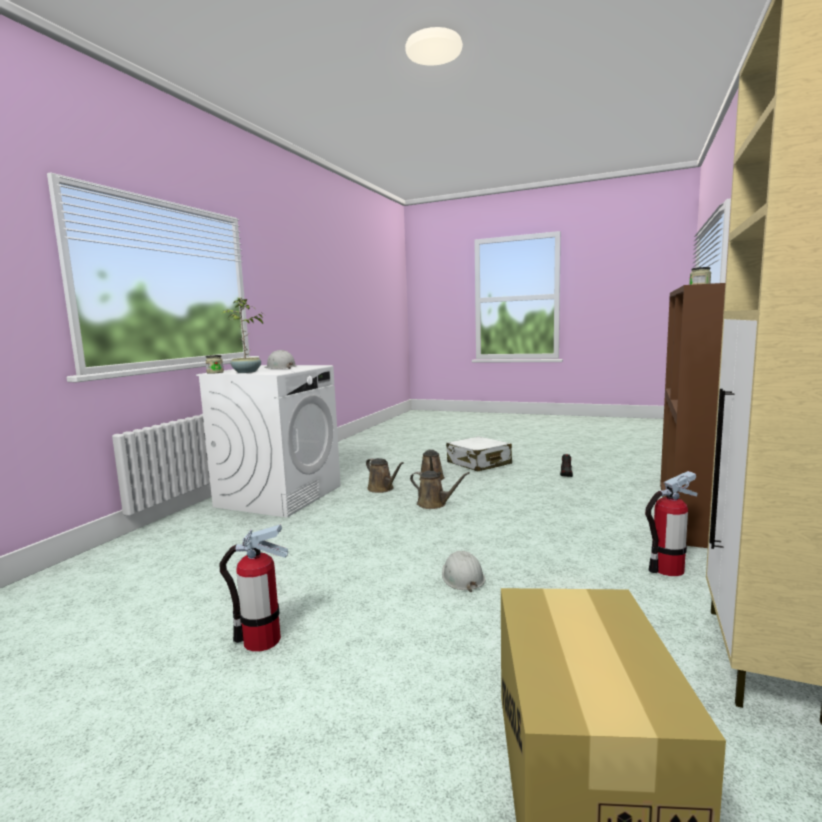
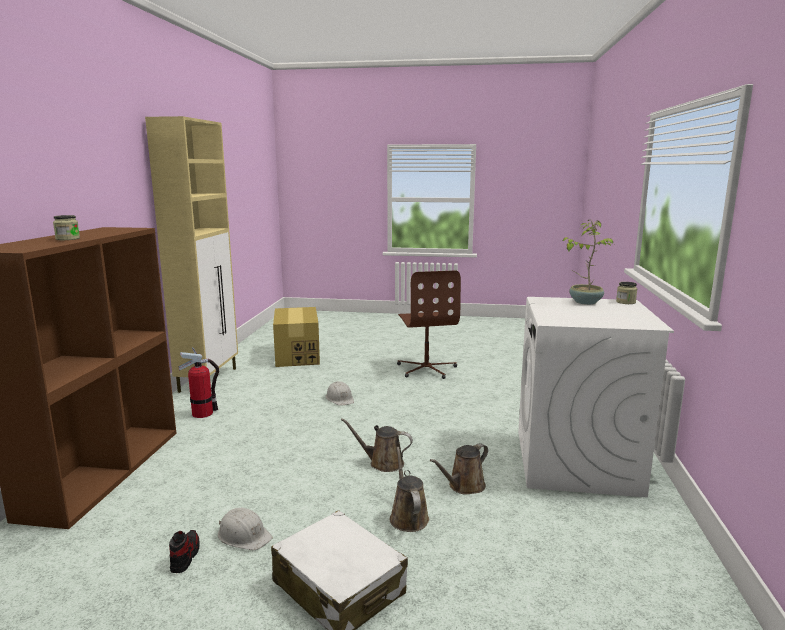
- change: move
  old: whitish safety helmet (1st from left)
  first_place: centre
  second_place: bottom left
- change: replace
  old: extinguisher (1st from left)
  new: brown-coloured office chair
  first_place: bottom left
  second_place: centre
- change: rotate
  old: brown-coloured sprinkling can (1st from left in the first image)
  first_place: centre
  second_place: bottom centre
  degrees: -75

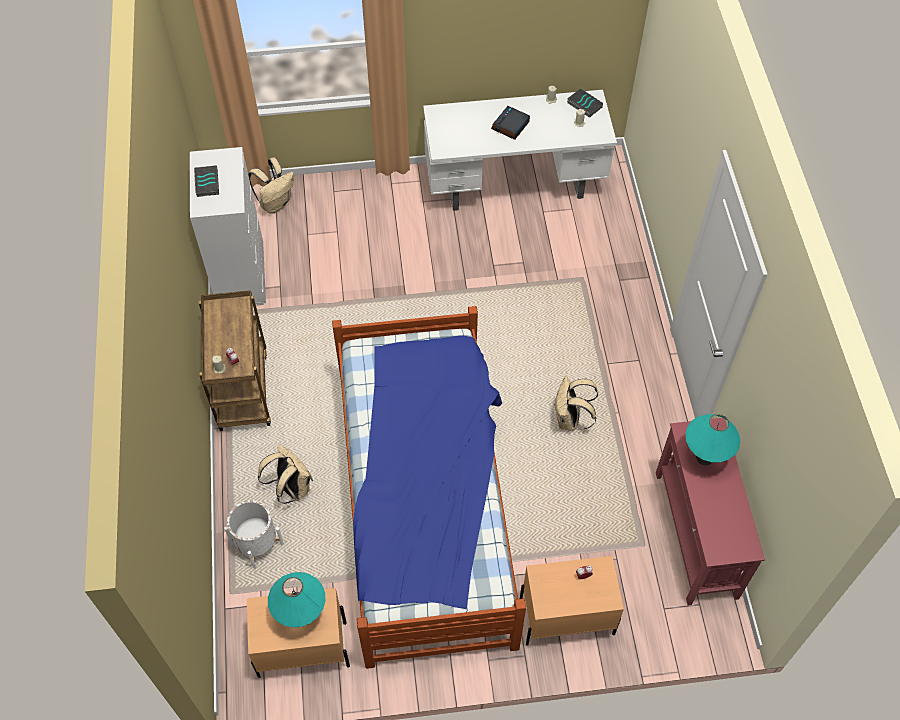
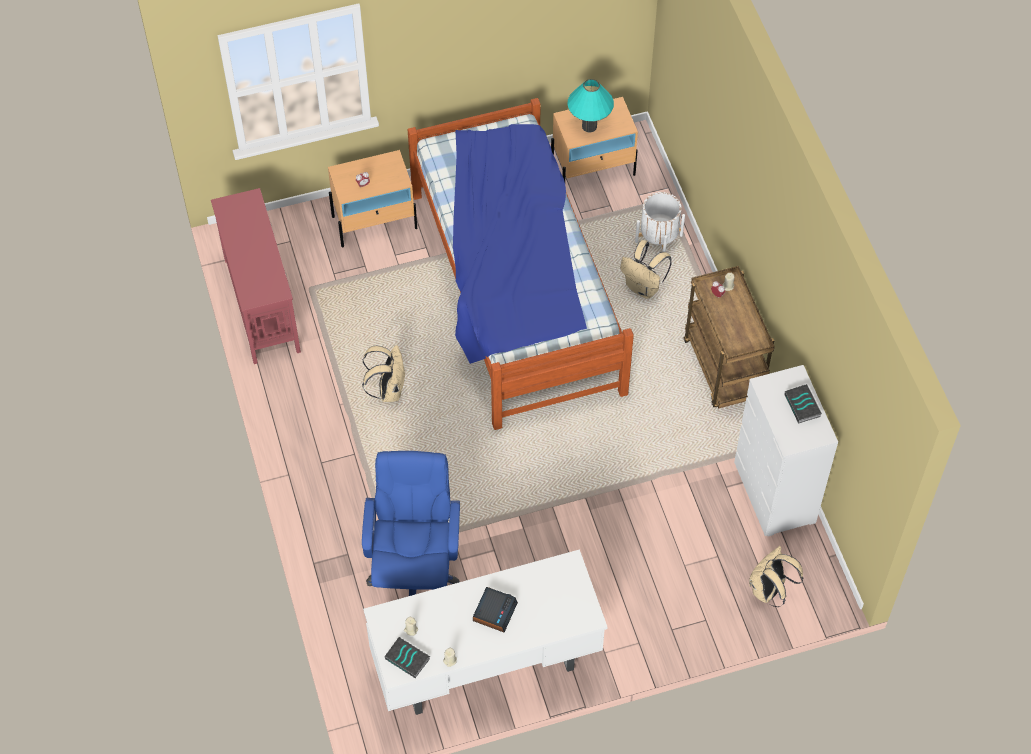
- change: insert
  new: blue office chair
  second_place: bottom centre
- change: delete
  old: blue-green table lamp (2nd from left)
  first_place: middle right

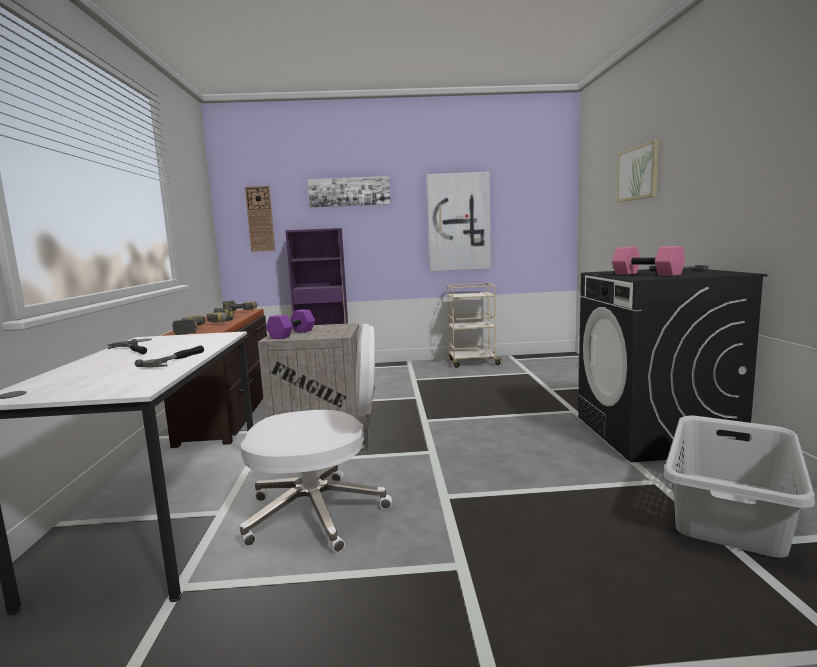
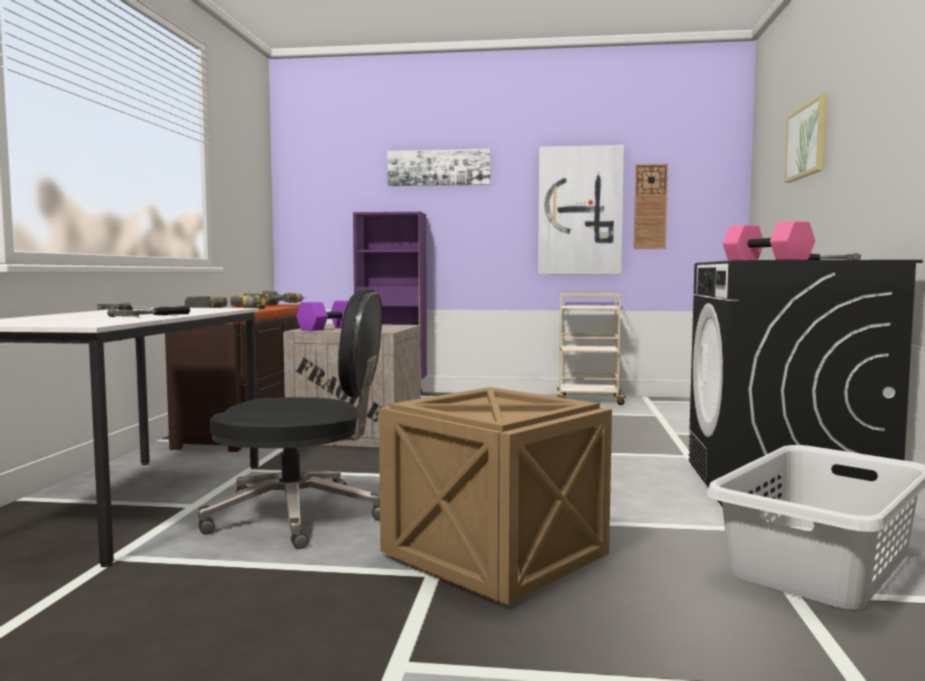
- change: recolor
  old: whitish office chair
  new: black-coloured office chair
  first_place: centre
  second_place: middle left
- change: insert
  new: packing crate (2nd from left)
  second_place: bottom centre
- change: move
  old: hanging clock
  first_place: top left
  second_place: top right

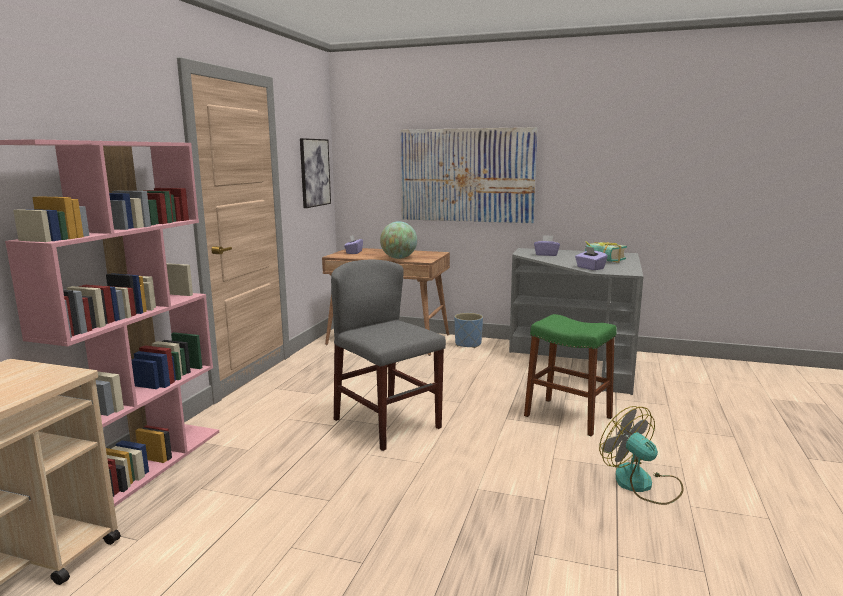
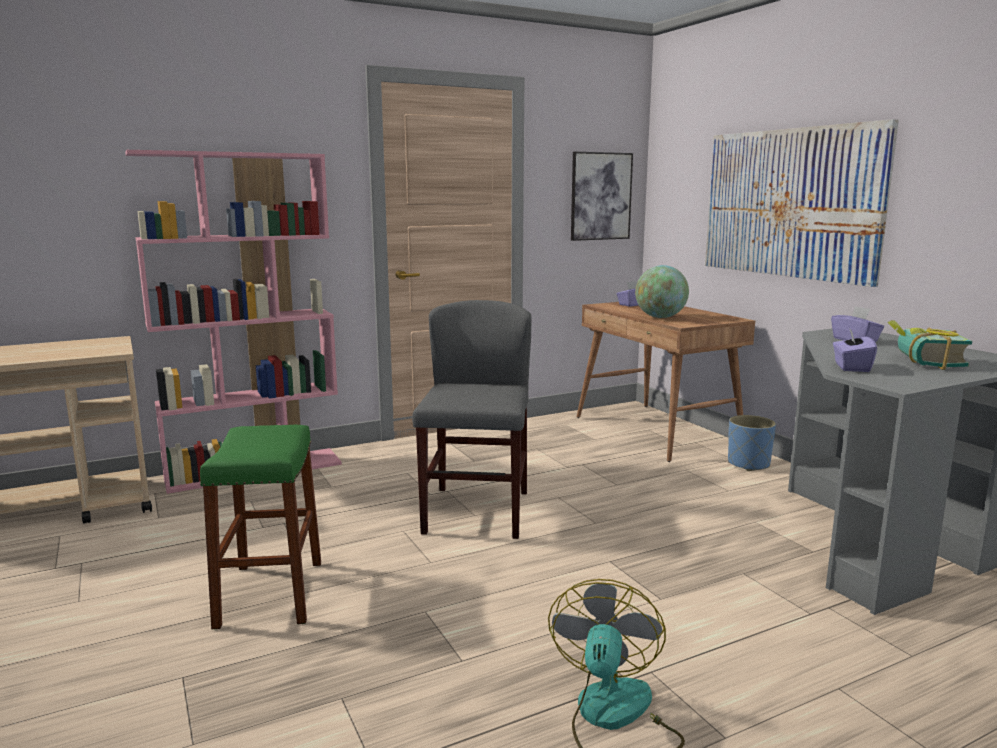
- change: move
  old: green-coloured stool
  first_place: middle right
  second_place: bottom left

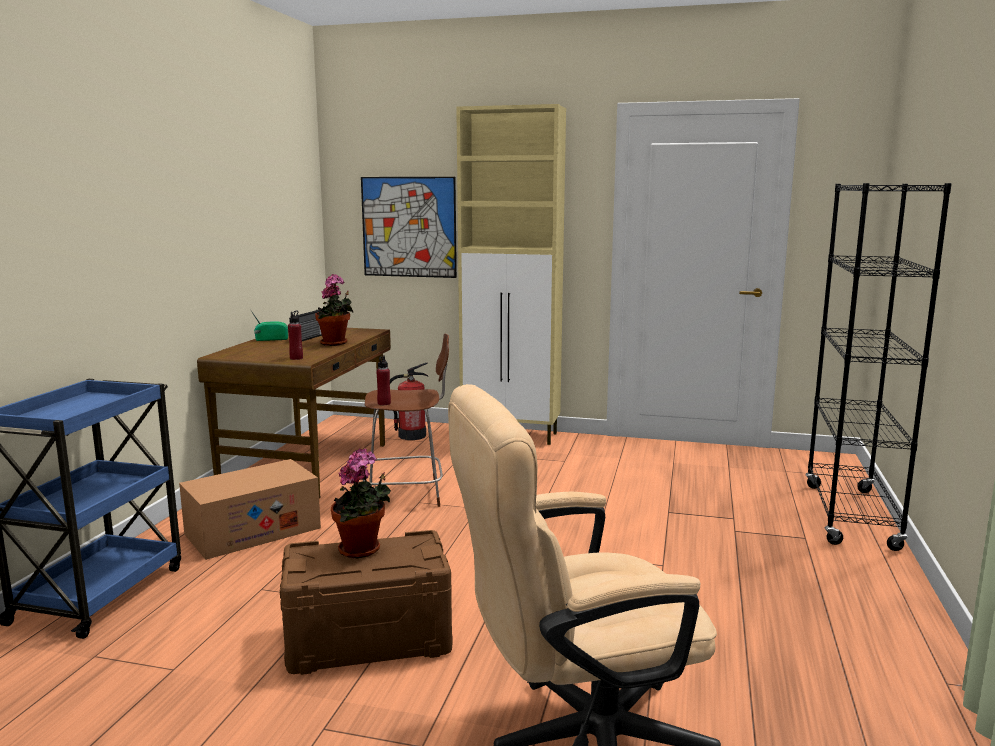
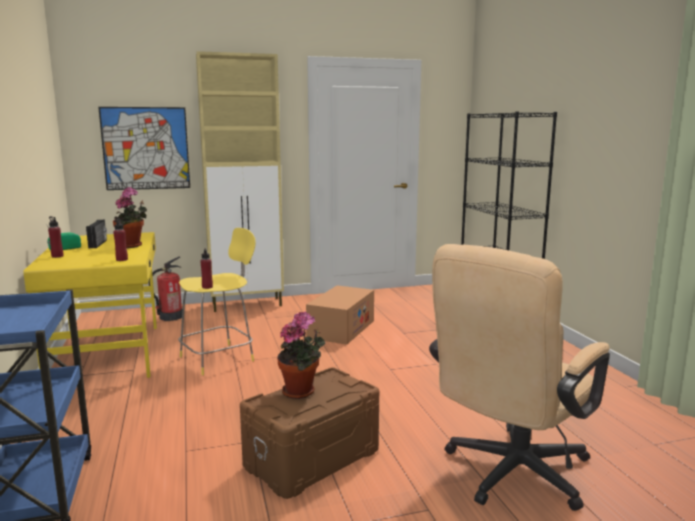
- change: recolor
  old: brown-coloured desk unit
  new: yellow desk unit
  first_place: middle left
  second_place: middle left
- change: insert
  new: reddish drink bottle (1st from left)
  second_place: middle left
- change: recolor
  old: brown-coloured stool
  new: yellow stool
  first_place: centre
  second_place: middle left
- change: move
  old: carton
  first_place: bottom left
  second_place: centre

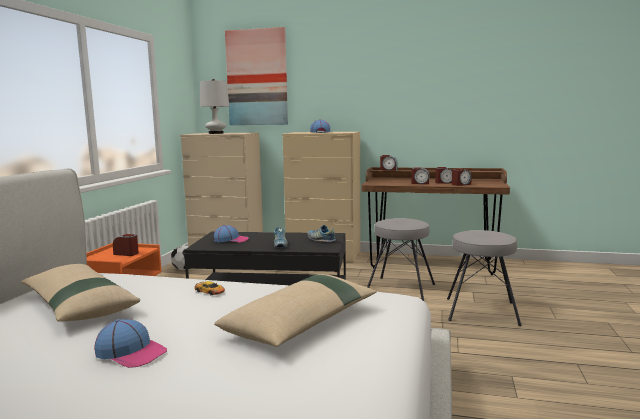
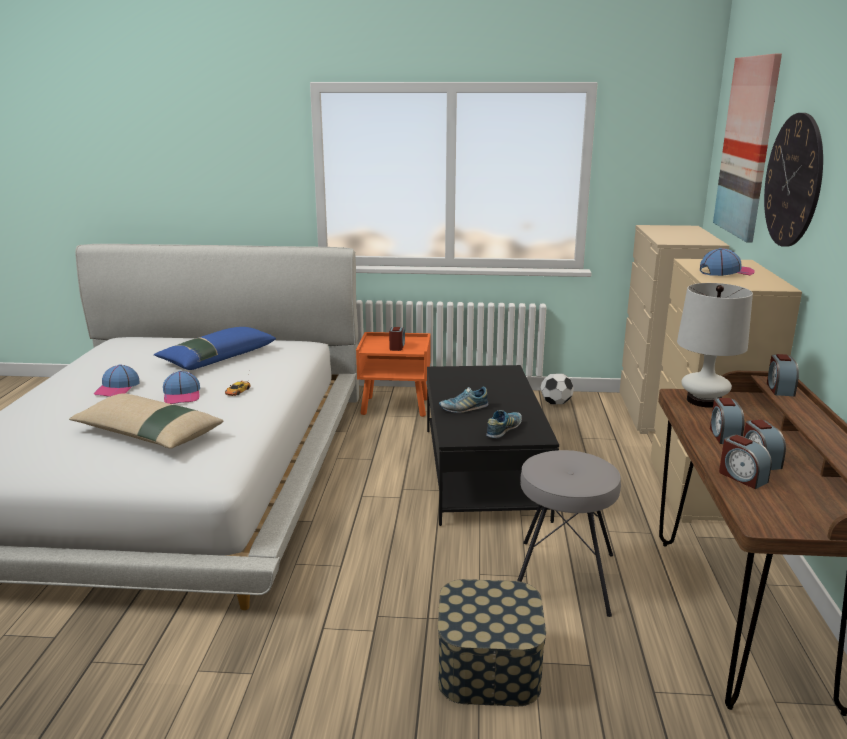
- change: recolor
  old: beige-coloured throw pillow (1st from left)
  new: blue throw pillow
  first_place: bottom left
  second_place: middle left
- change: move
  old: peaked cap (2nd from left)
  first_place: centre
  second_place: middle left
- change: replace
  old: gray stool (2nd from left)
  new: storage bin
  first_place: middle right
  second_place: bottom centre
- change: move
  old: whitish table lamp
  first_place: top centre
  second_place: middle right
- change: insert
  new: hanging clock
  second_place: top right

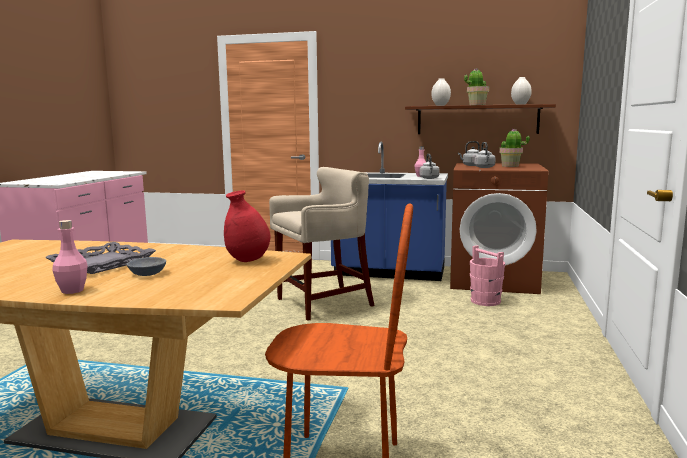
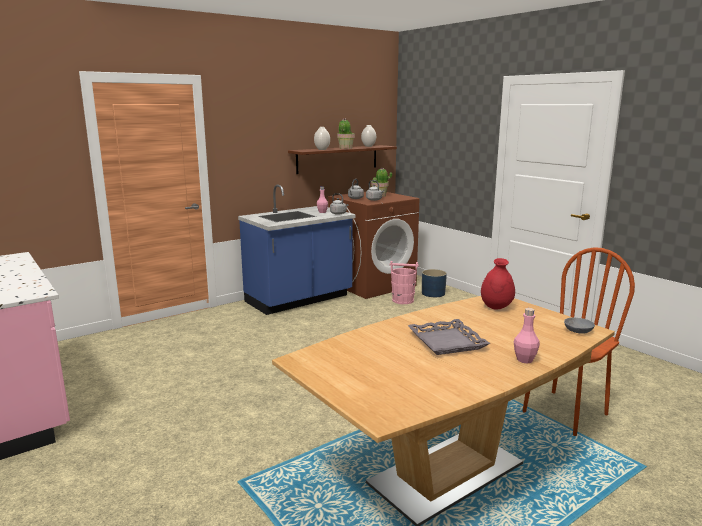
- change: insert
  new: blue planter
  second_place: centre
- change: move
  old: gray deep dish
  first_place: middle left
  second_place: middle right
- change: delete
  old: beige-coloured stool
  first_place: centre

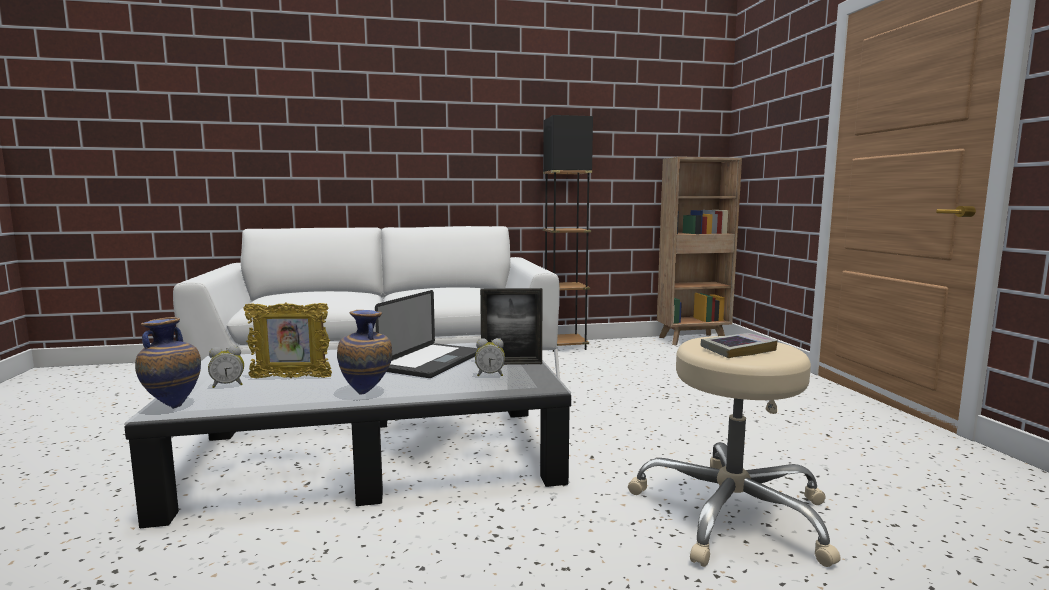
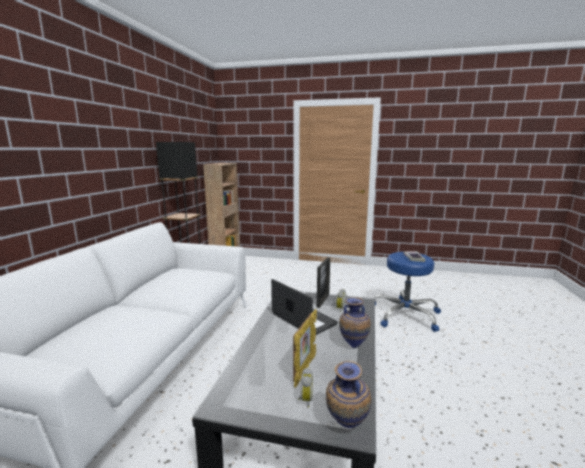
- change: recolor
  old: beige-coloured stool
  new: blue stool
  first_place: bottom right
  second_place: middle right

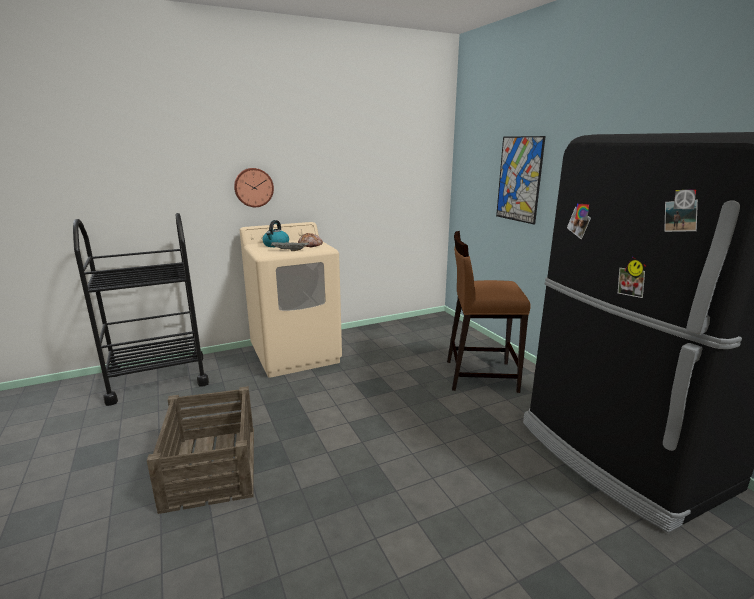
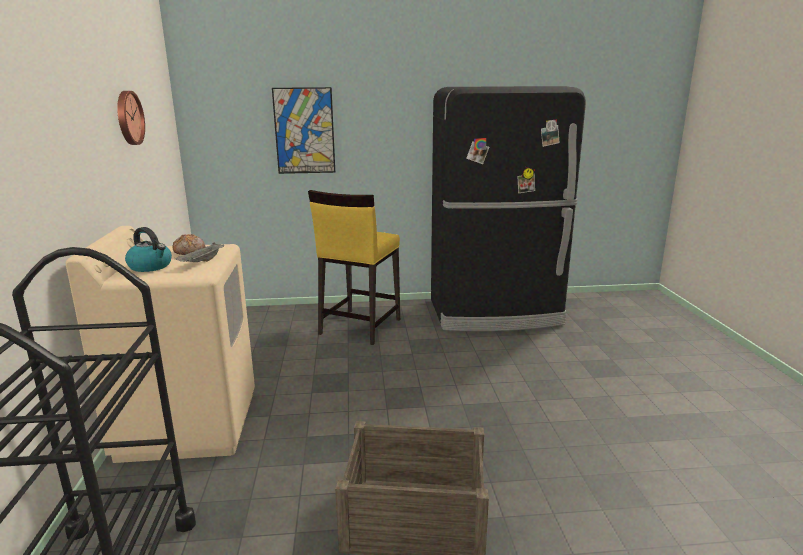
- change: move
  old: hanging clock
  first_place: top centre
  second_place: top left
- change: recolor
  old: brown-coloured stool
  new: yellow stool
  first_place: centre
  second_place: centre

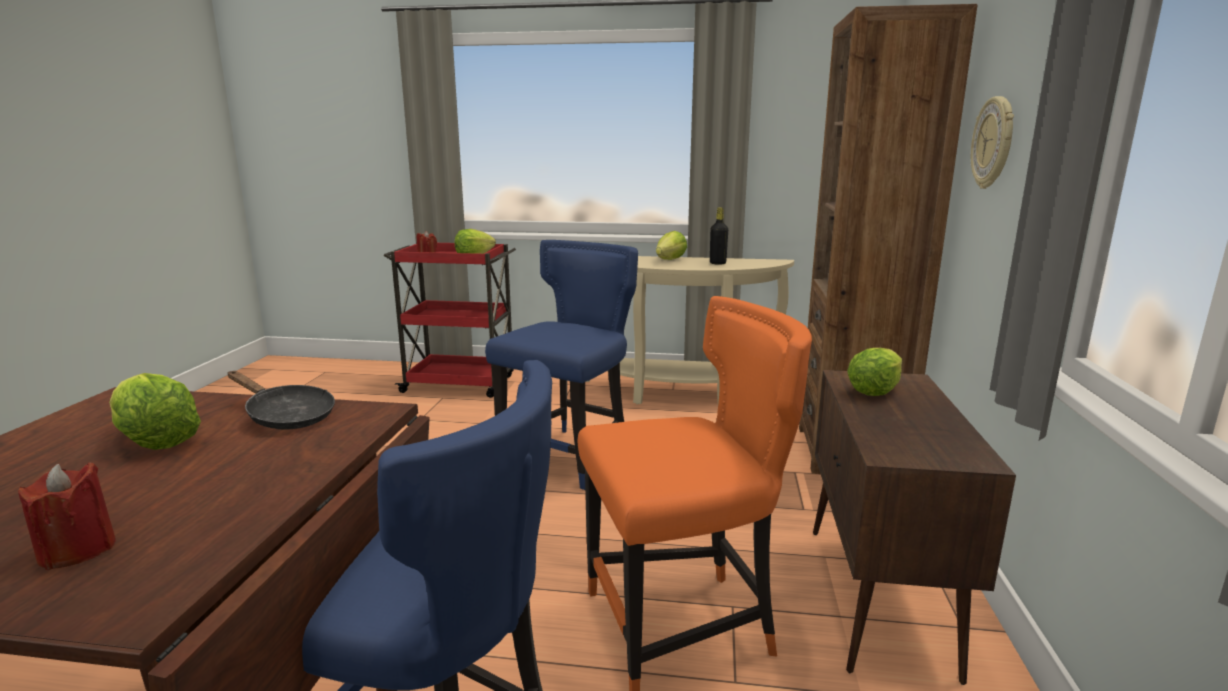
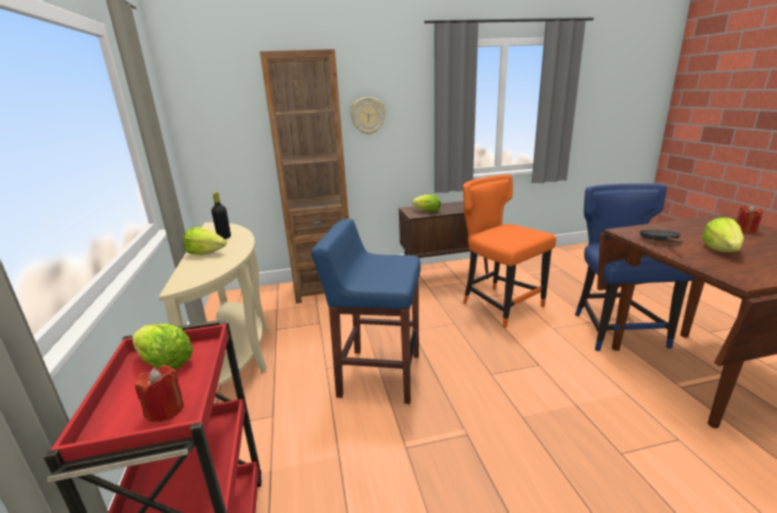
- change: replace
  old: blue upright chair (2nd from left)
  new: blue stool
  first_place: centre
  second_place: centre

